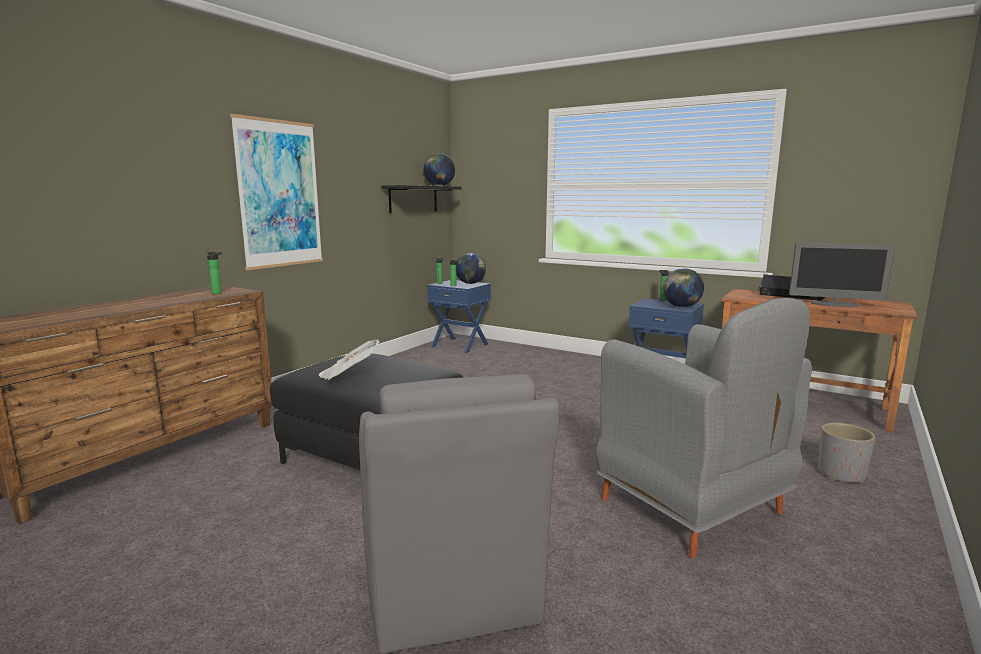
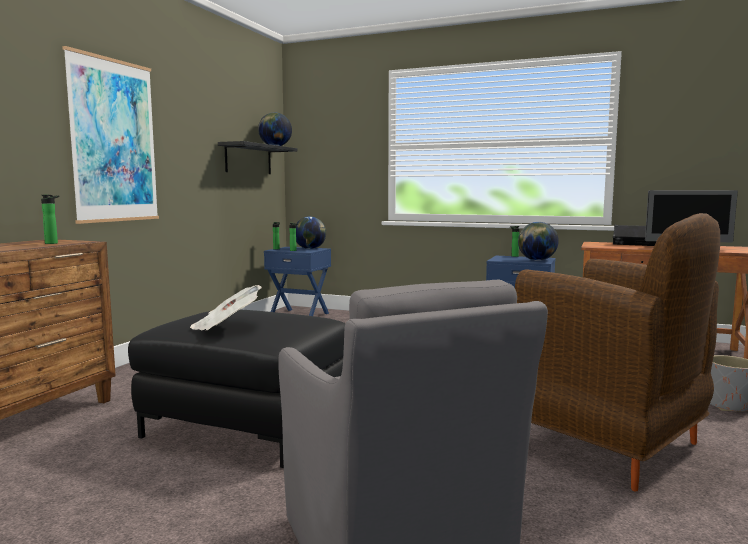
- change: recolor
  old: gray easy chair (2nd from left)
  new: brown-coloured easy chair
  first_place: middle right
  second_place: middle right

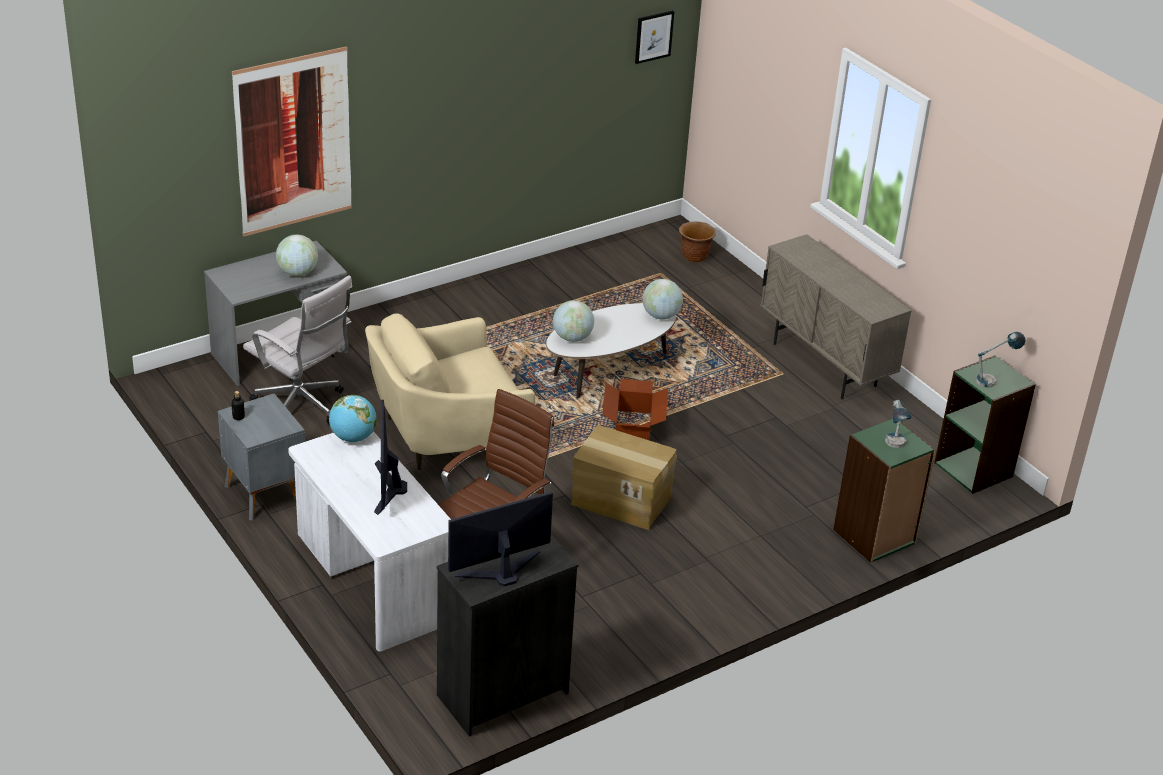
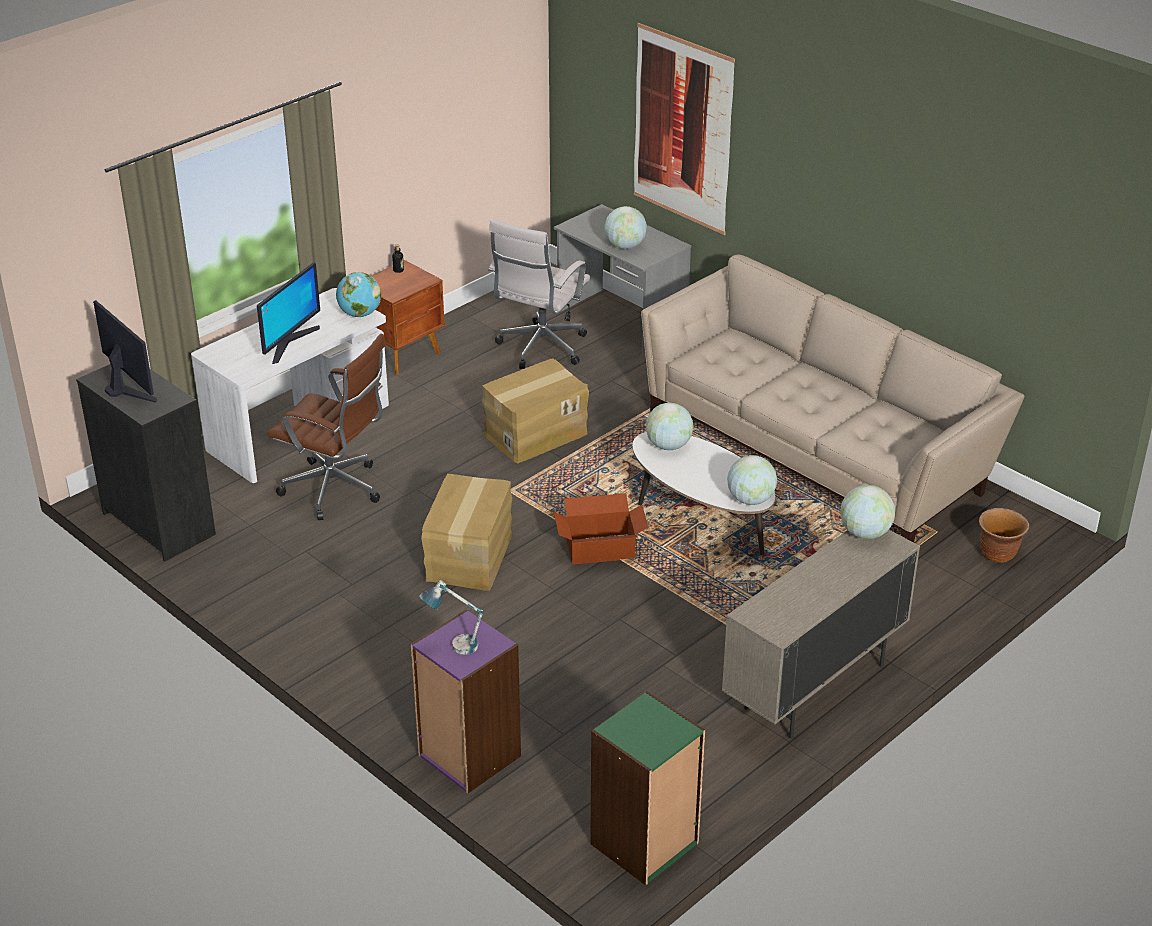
- change: rotate
  old: computer display (1st from left in the first image)
  first_place: centre
  second_place: middle left
  degrees: 135
- change: recolor
  old: gray bedside table
  new: brown-coloured bedside table
  first_place: middle left
  second_place: centre
- change: recolor
  old: green-coloured bookcase (1st from left)
  new: purple-coloured bookcase
  first_place: middle right
  second_place: bottom centre
- change: replace
  old: beige-coloured easy chair
  new: carton (2nd from left)
  first_place: centre
  second_place: centre
- change: insert
  new: beige-coloured couch
  second_place: middle right
- change: insert
  new: globe (5th from left)
  second_place: middle right
- change: delete
  old: wall art (2nd from left)
  first_place: top centre
- change: delete
  old: table lamp (2nd from left)
  first_place: middle right

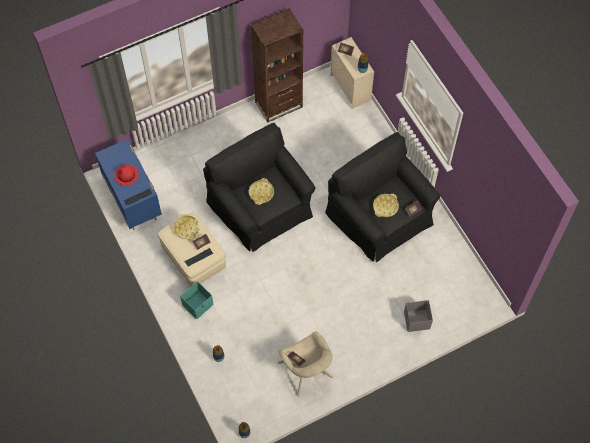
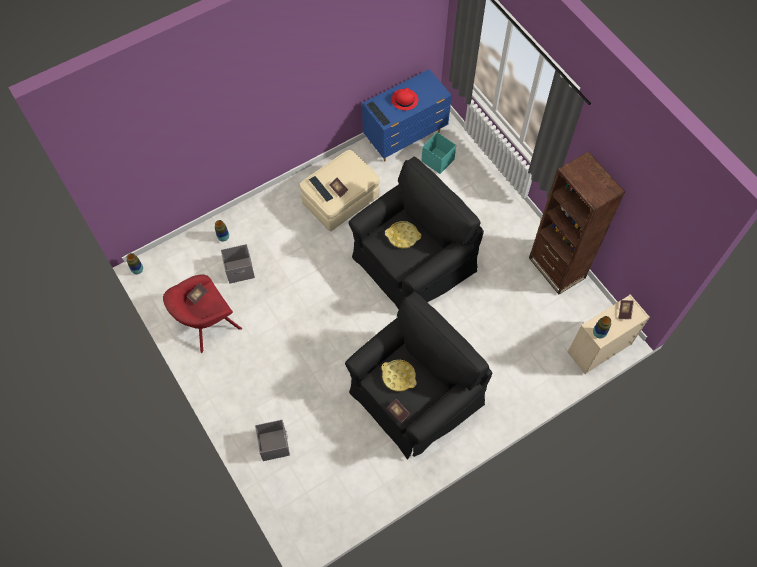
- change: recolor
  old: beige-coloured easy chair
  new: reddish easy chair
  first_place: bottom centre
  second_place: middle left
- change: insert
  new: gray storage bin (1st from left)
  second_place: middle left
- change: move
  old: blue-green storage bin
  first_place: bottom centre
  second_place: top centre
- change: delete
  old: yellow serving tray (1st from left)
  first_place: middle left

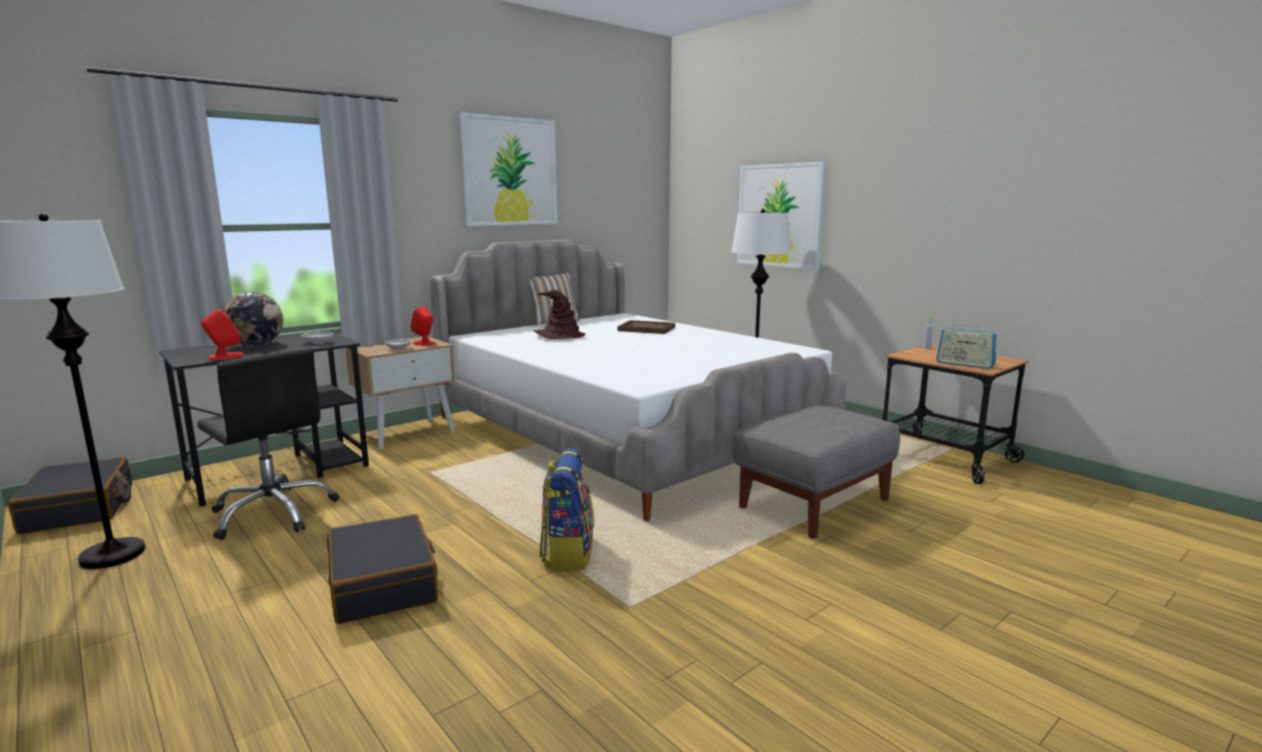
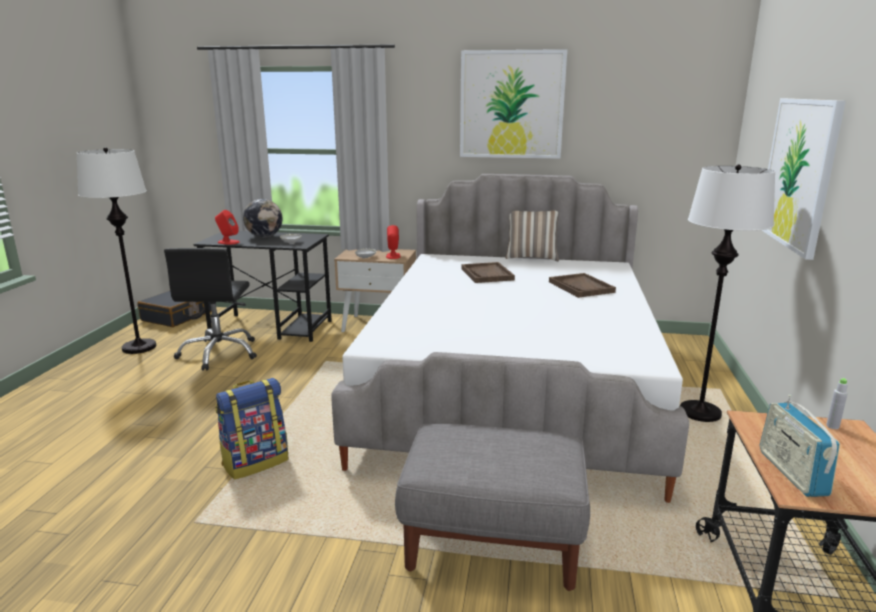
- change: replace
  old: brown-coloured wearable hat
  new: brown-coloured serving tray (1st from left)
  first_place: centre
  second_place: centre
- change: delete
  old: black-coloured piece of luggage (2nd from left)
  first_place: bottom left

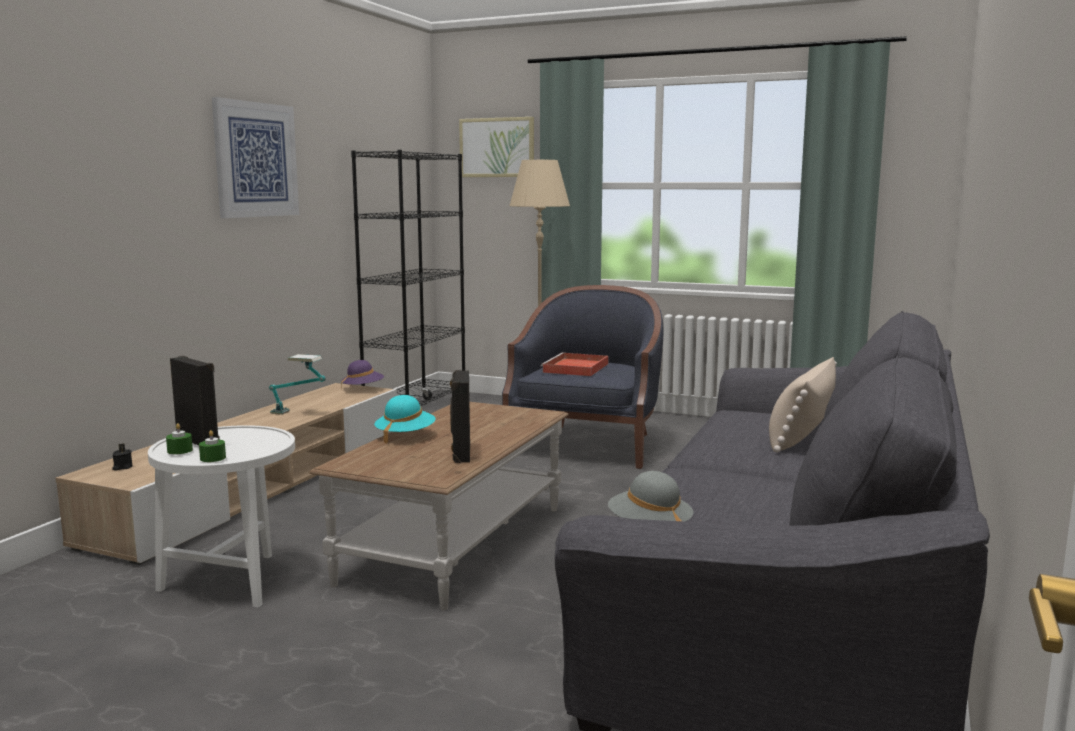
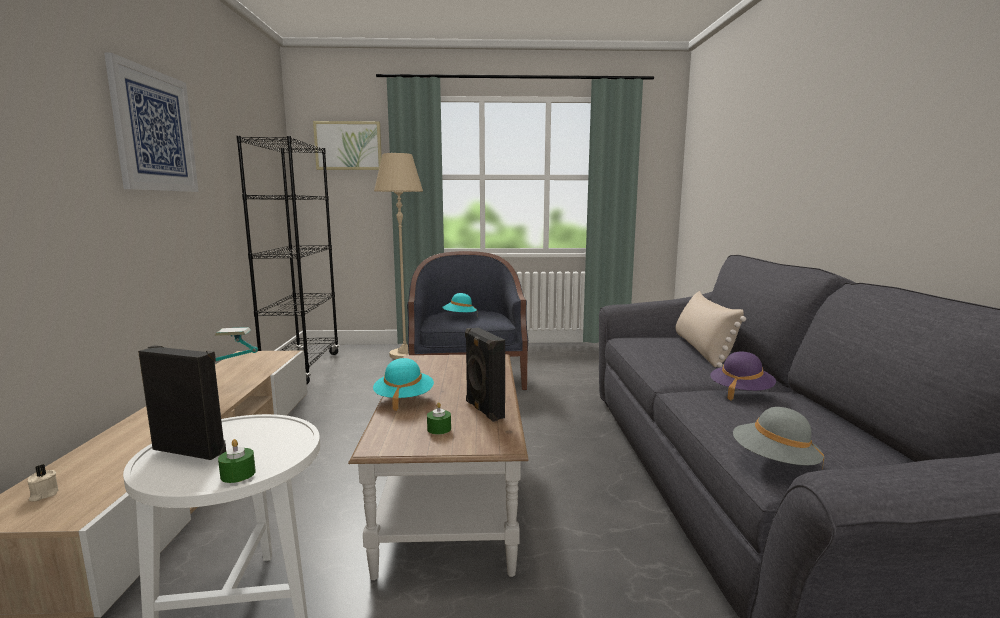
- change: recolor
  old: black-coloured candle
  new: beige-coloured candle
  first_place: middle left
  second_place: bottom left
- change: move
  old: green-coloured candle (1st from left in the first image)
  new: green-coloured candle (2nd from left)
  first_place: middle left
  second_place: bottom centre
- change: replace
  old: reddish serving tray
  new: blue-green wearable hat (2nd from left)
  first_place: centre
  second_place: centre
- change: move
  old: purple-coloured wearable hat
  first_place: centre
  second_place: middle right

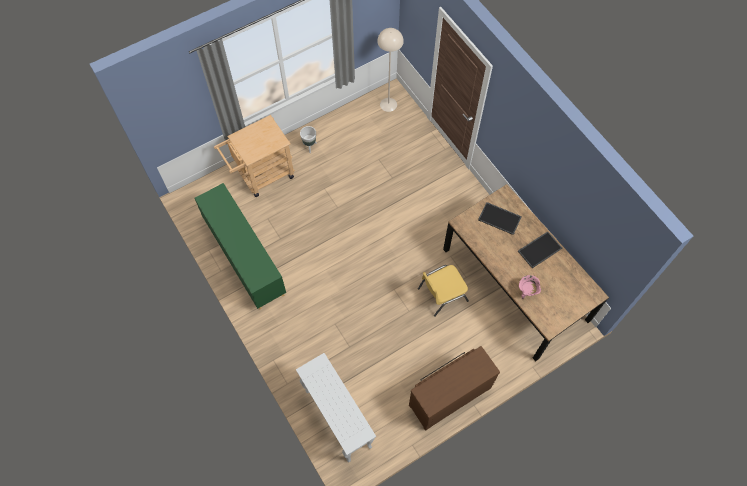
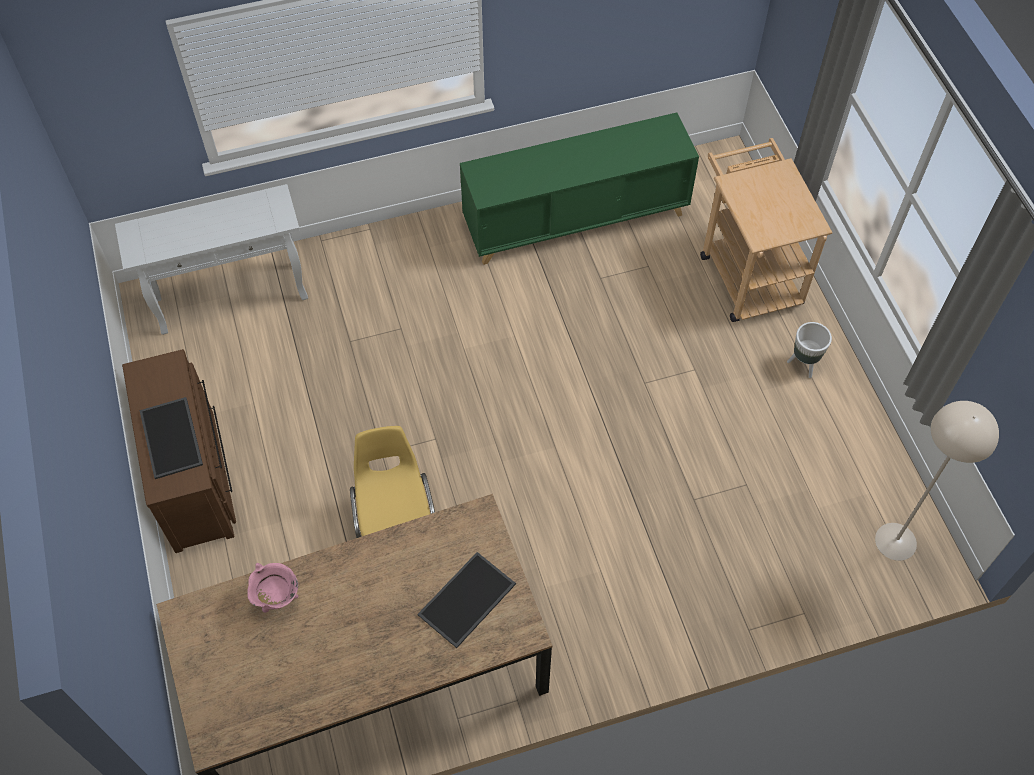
- change: move
  old: serving tray (2nd from left in the first image)
  new: serving tray (1st from left)
  first_place: middle right
  second_place: middle left

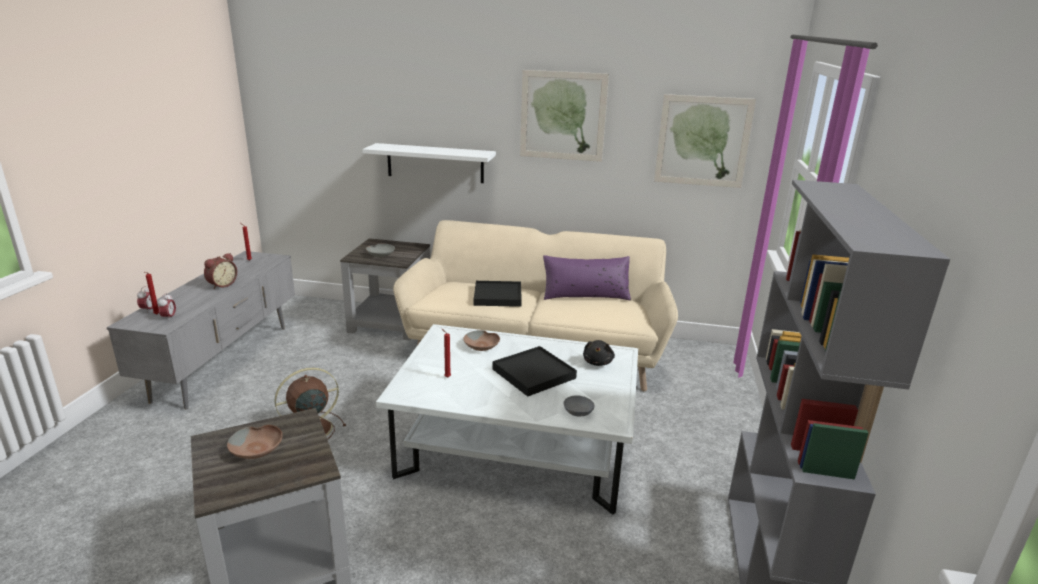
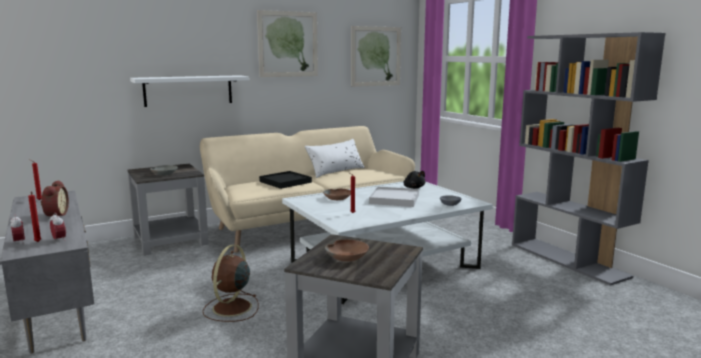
- change: recolor
  old: purple-coloured throw pillow
  new: whitish throw pillow
  first_place: centre
  second_place: centre
- change: recolor
  old: black-coloured serving tray (2nd from left)
  new: whitish serving tray
  first_place: centre
  second_place: centre

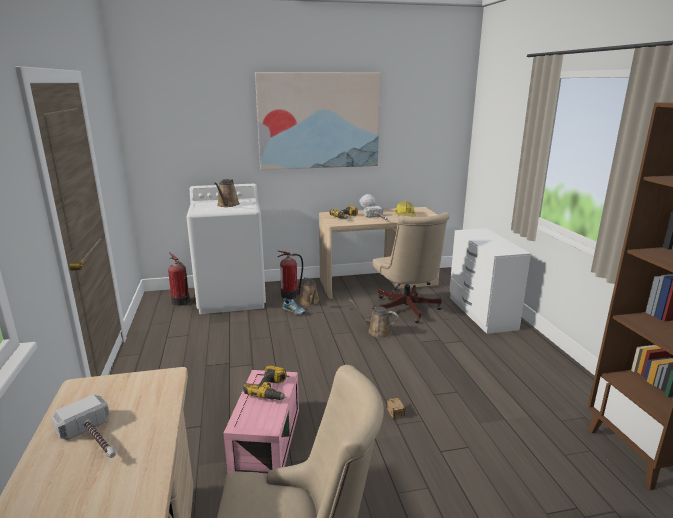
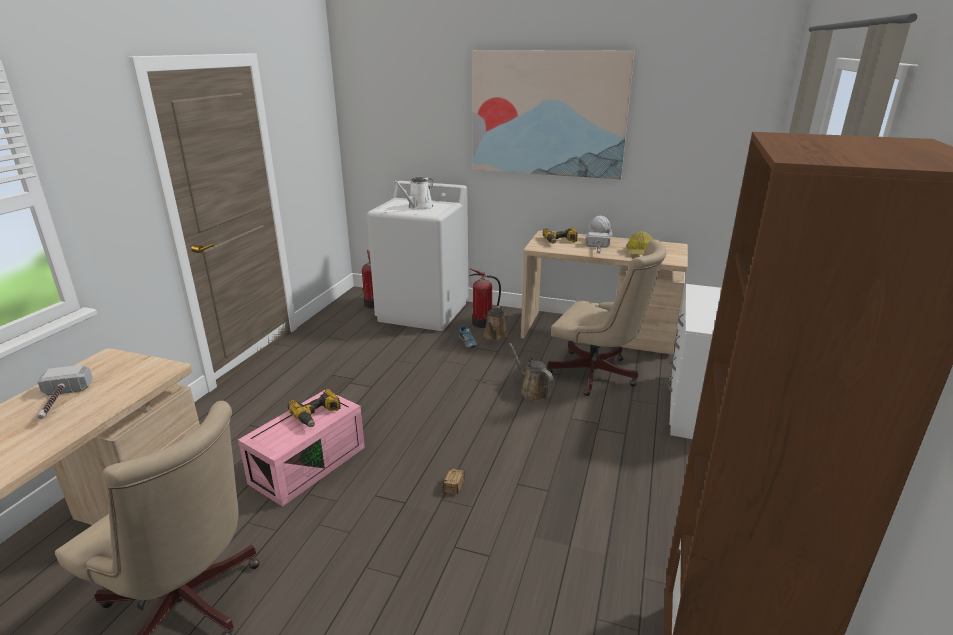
- change: recolor
  old: brown-coloured sprinkling can (1st from left)
  new: whitish sprinkling can
  first_place: centre
  second_place: top centre
- change: rotate
  old: beige-coloured office chair (2nd from left)
  first_place: centre
  second_place: centre
  degrees: -75

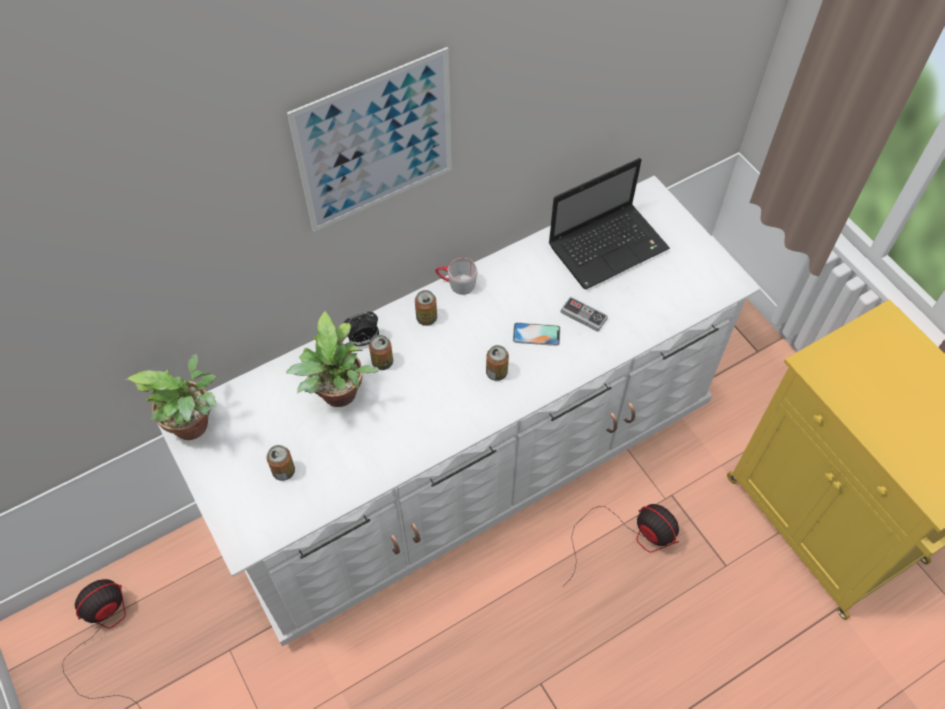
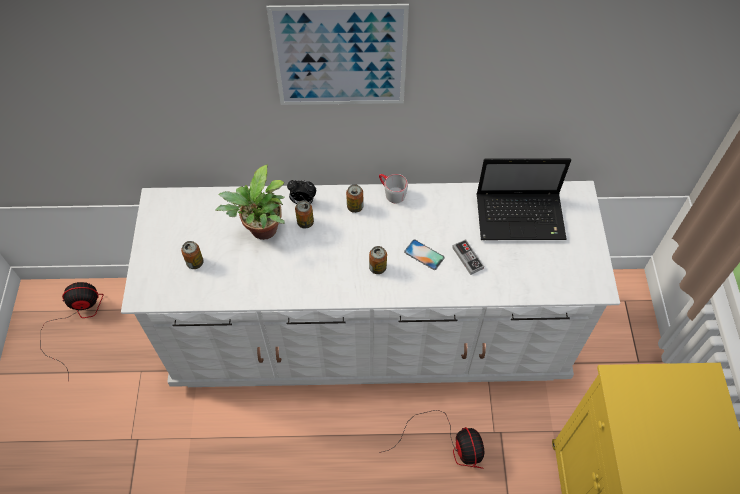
- change: delete
  old: houseplant (1st from left)
  first_place: middle left

